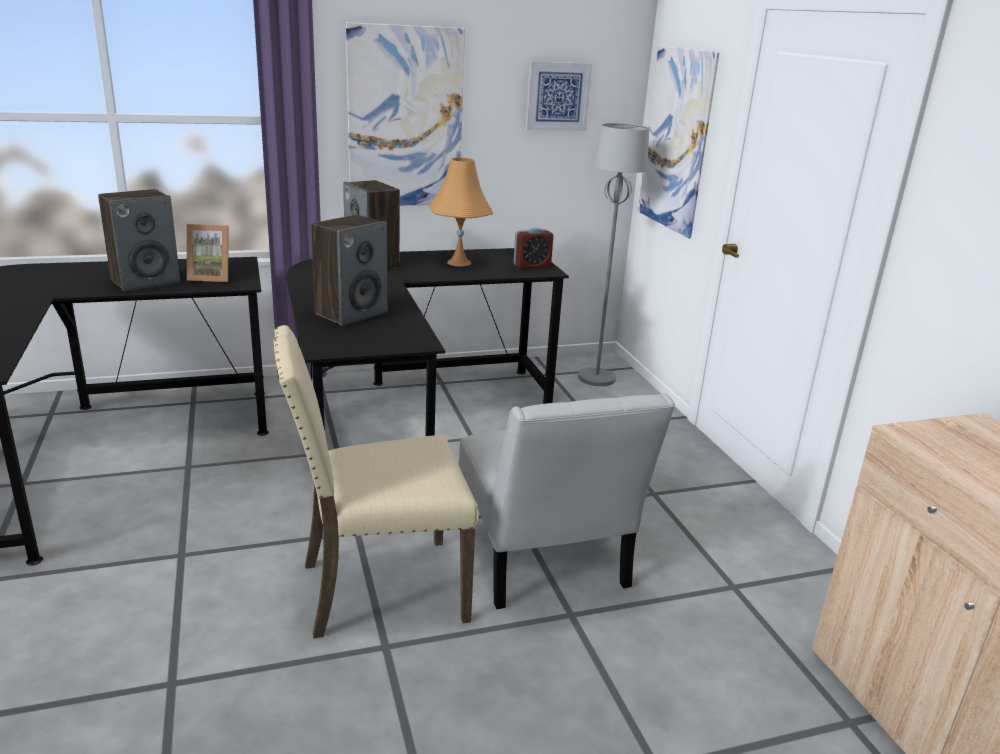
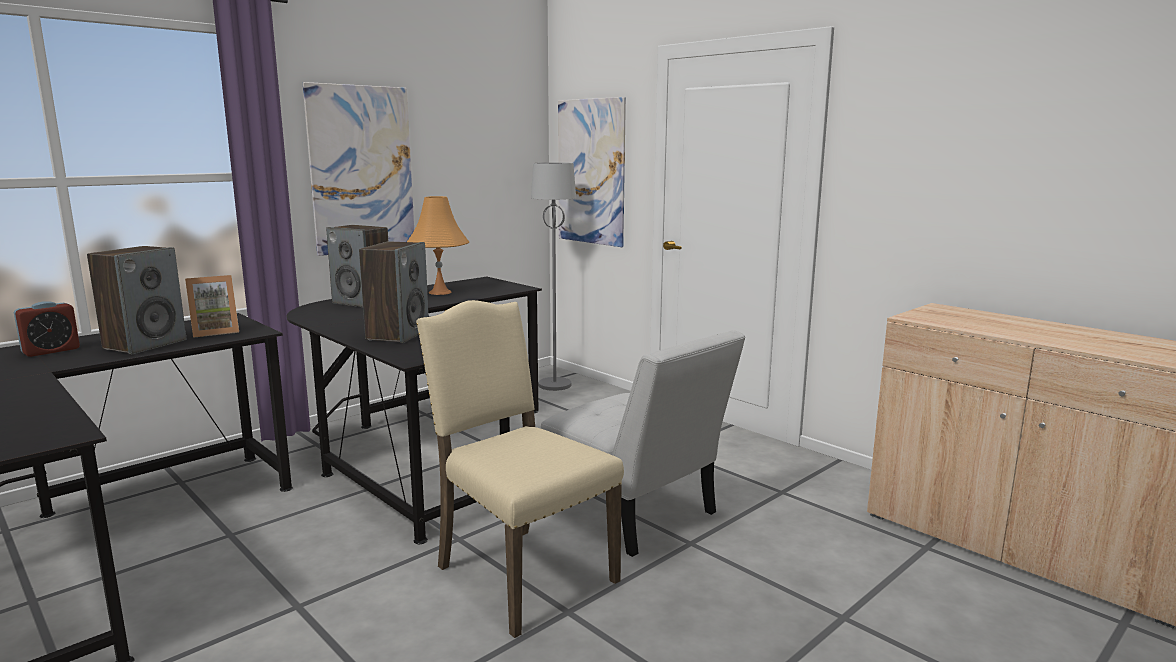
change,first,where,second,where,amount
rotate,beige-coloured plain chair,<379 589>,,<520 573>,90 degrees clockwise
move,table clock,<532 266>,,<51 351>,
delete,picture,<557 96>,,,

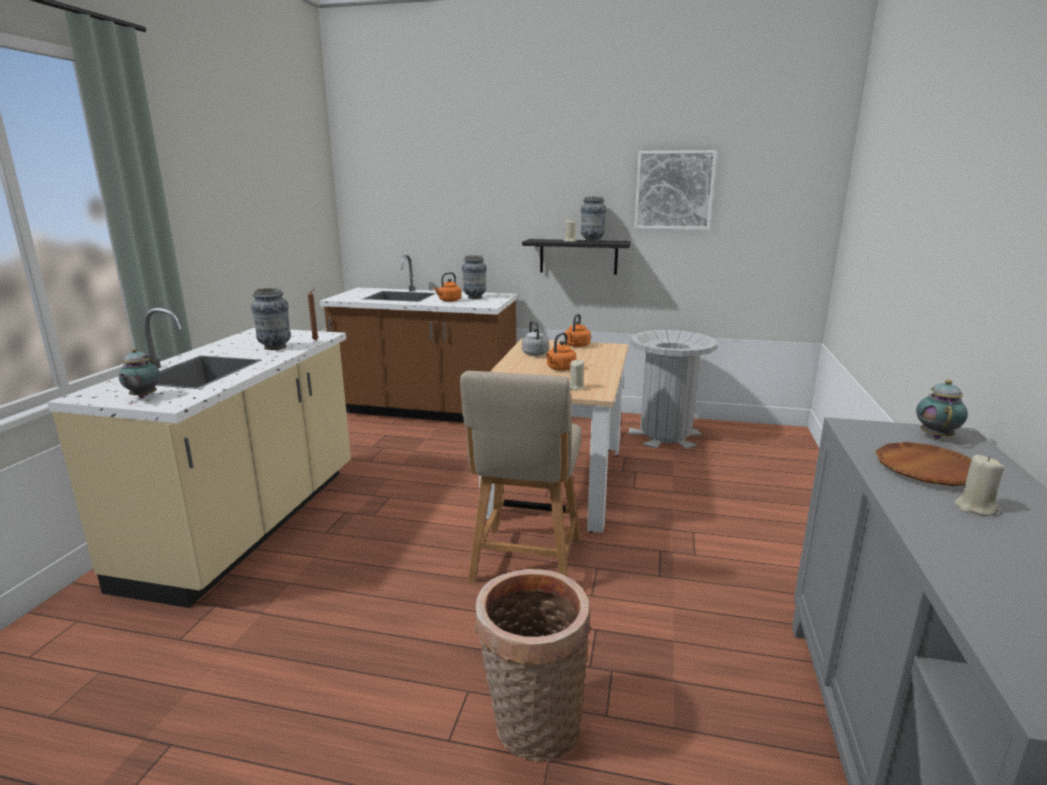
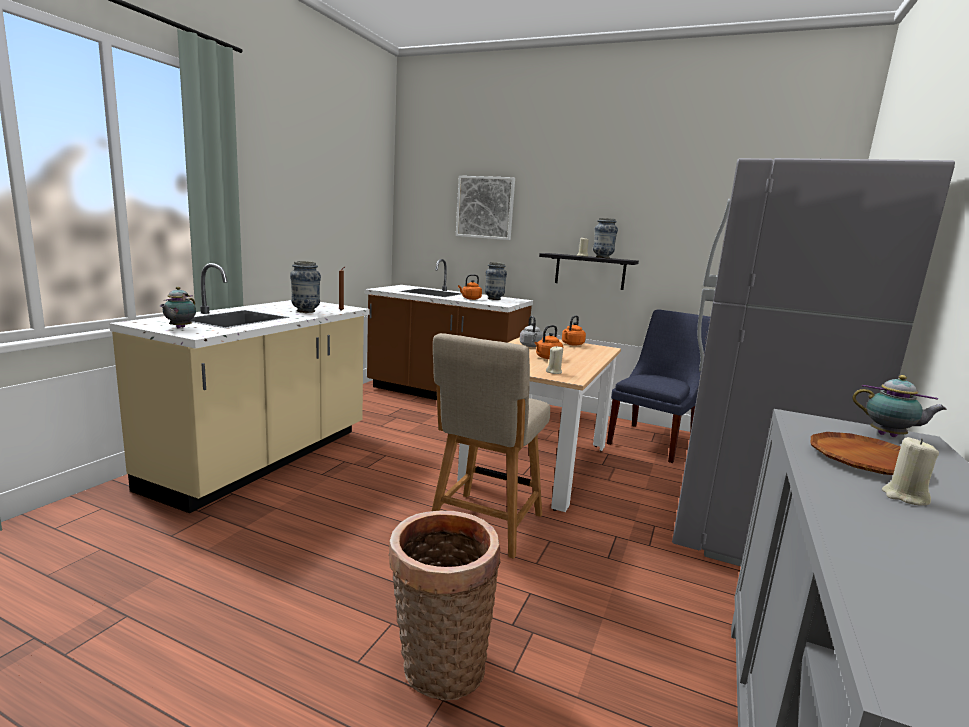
change,first,where,second,where,amount
replace,gray rubbish bin,<665 435>,blue-coloured plain chair,<653 441>,
move,picture,<674 190>,,<485 207>,
rotate,pot for tea,<935 436>,,<890 436>,90 degrees clockwise
insert,,,gray refrigerator,<747 530>,

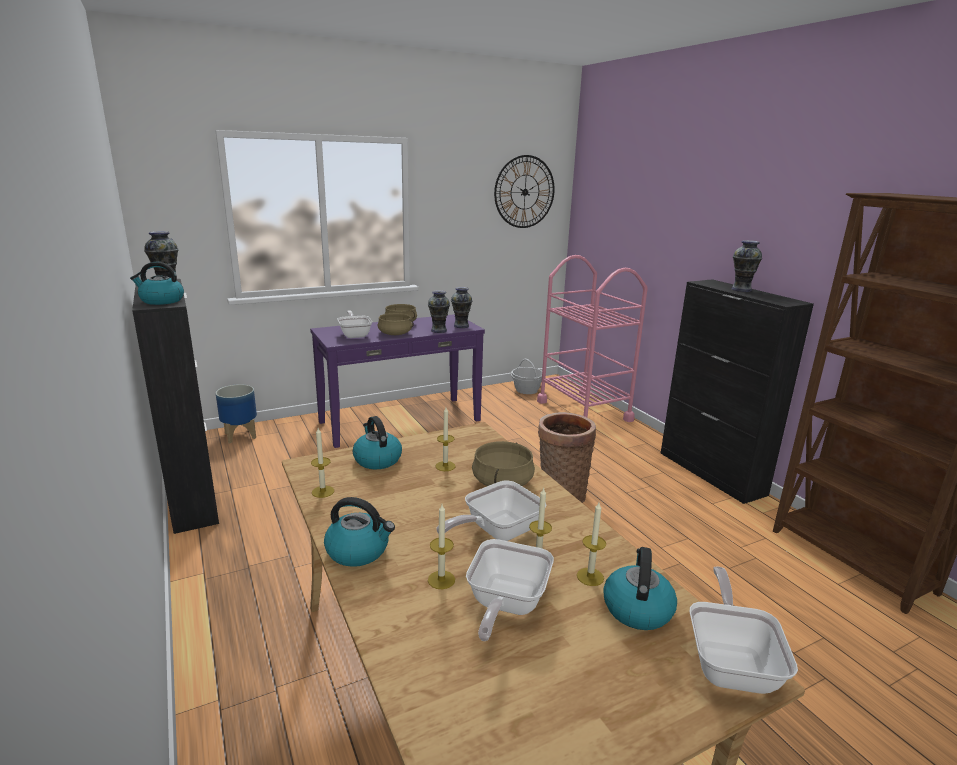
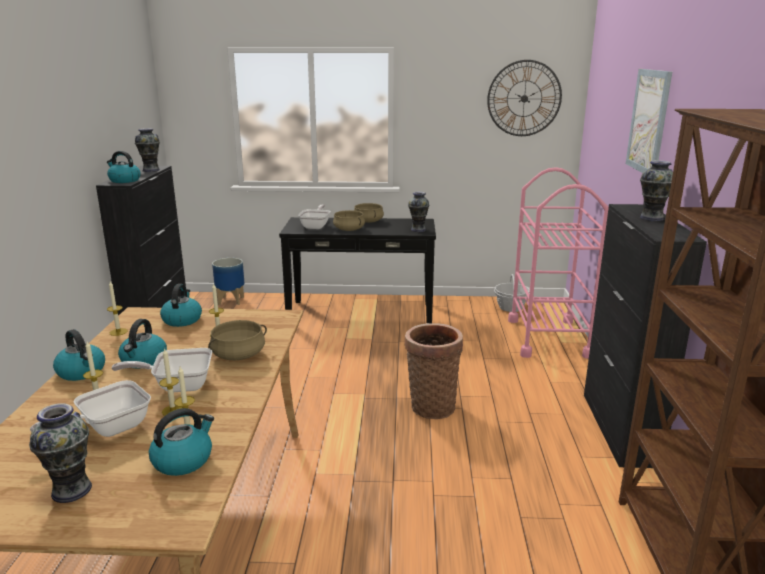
change,first,where,second,where,amount
recolor,purplish hall table,<400 421>,black hall table,<360 313>,
move,flower vase,<439 330>,,<72 490>,
delete,frying pan,<730 662>,,,
insert,,,water kettle,<144 360>,
insert,,,picture,<648 121>,

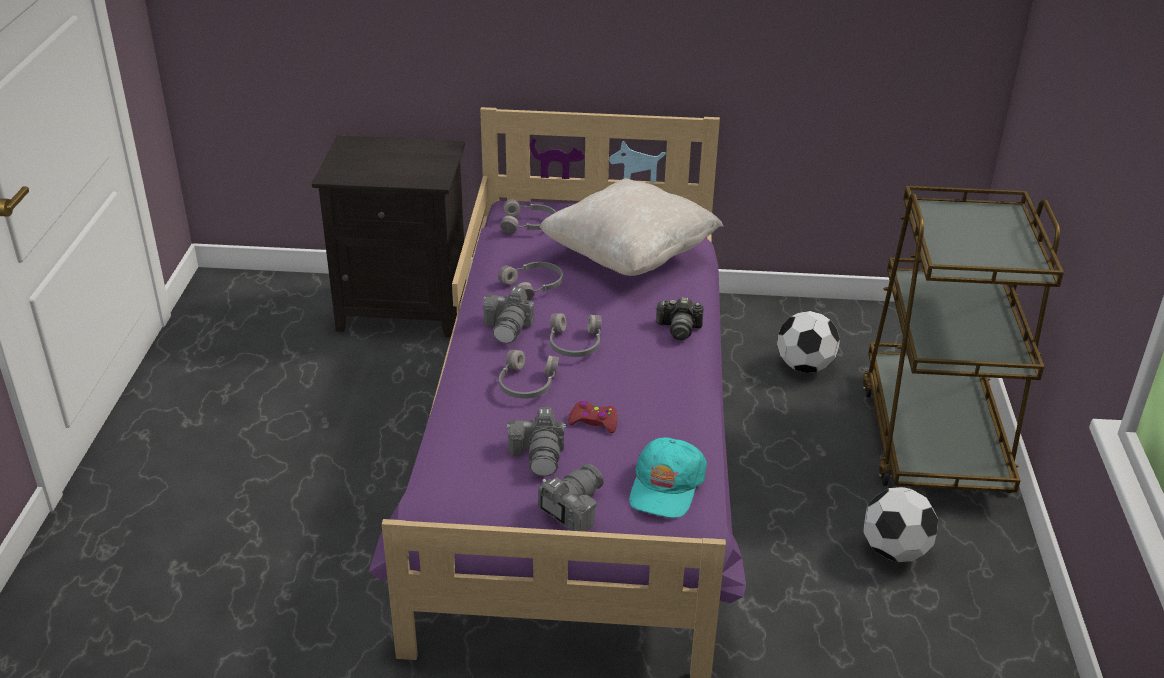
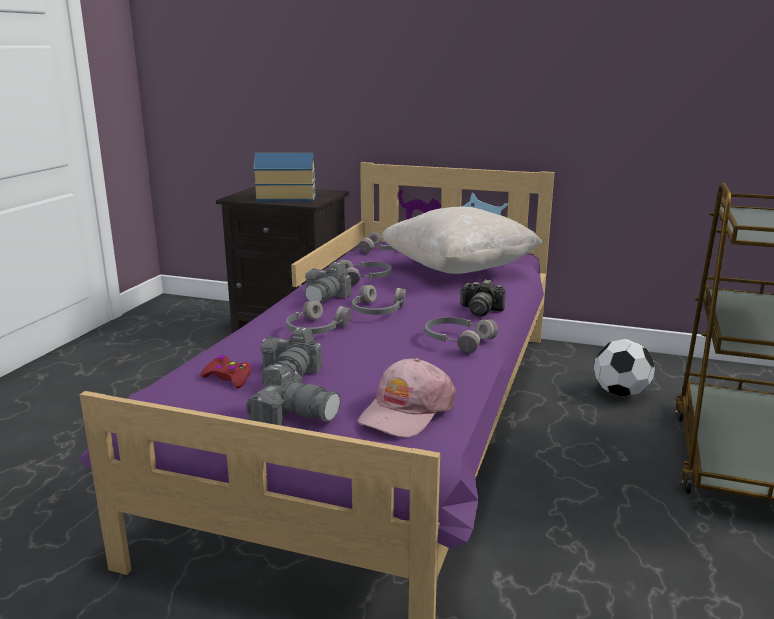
change,first,where,second,where,amount
rotate,still camera,<571 508>,,<293 416>,60 degrees clockwise
move,reddish game controller,<594 422>,,<228 378>,
recolor,blue-green baseball cap,<666 486>,pink baseball cap,<406 411>,
delete,ball for football,<894 550>,,,
insert,,,miniature house,<286 197>,
insert,,,gray headphones,<457 340>,

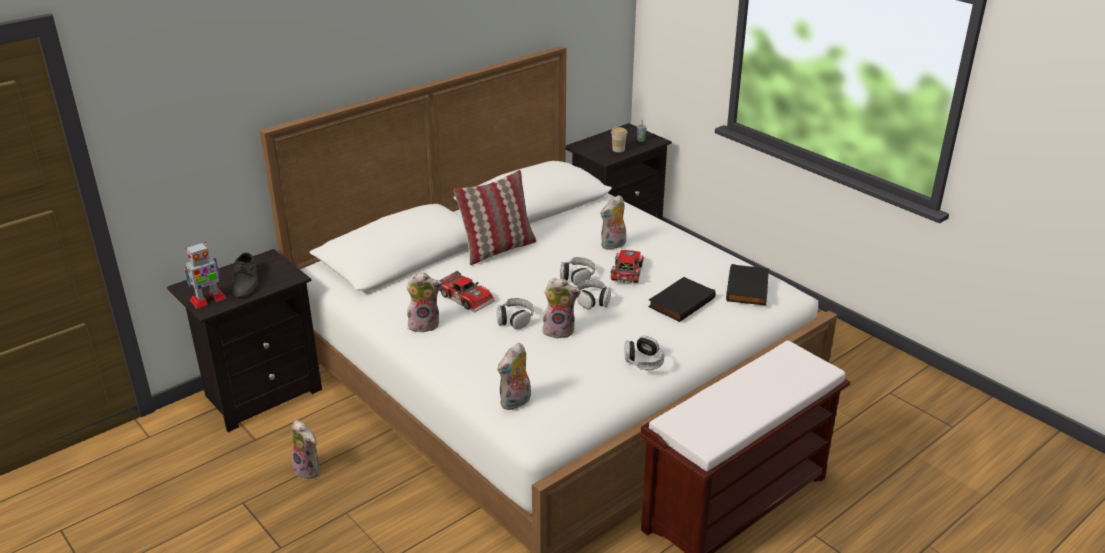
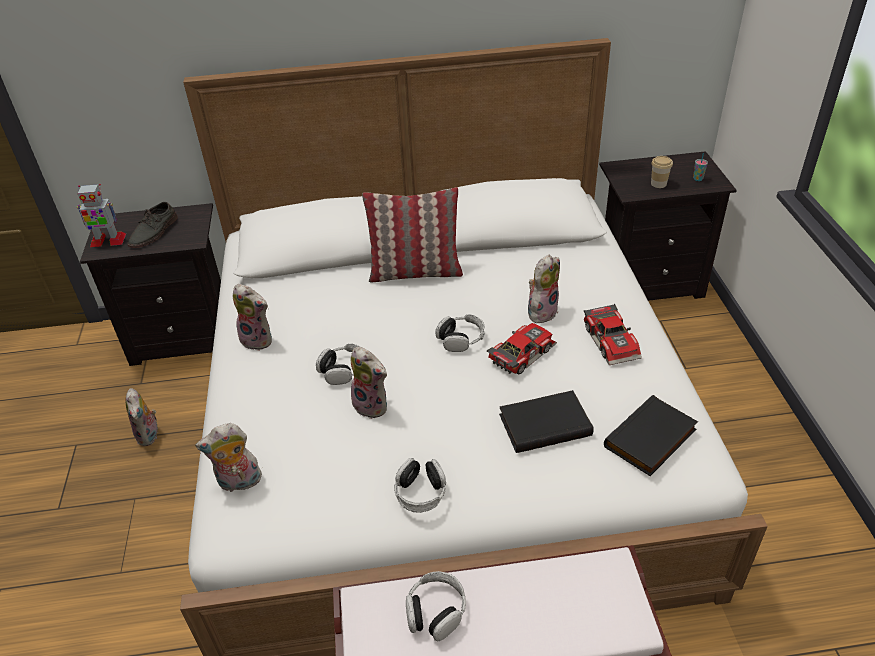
change,first,where,second,where,amount
move,model car,<467 297>,,<612 341>,
move,headphones,<593 300>,,<435 611>,
rotate,soft toy,<613 245>,,<541 311>,135 degrees clockwise

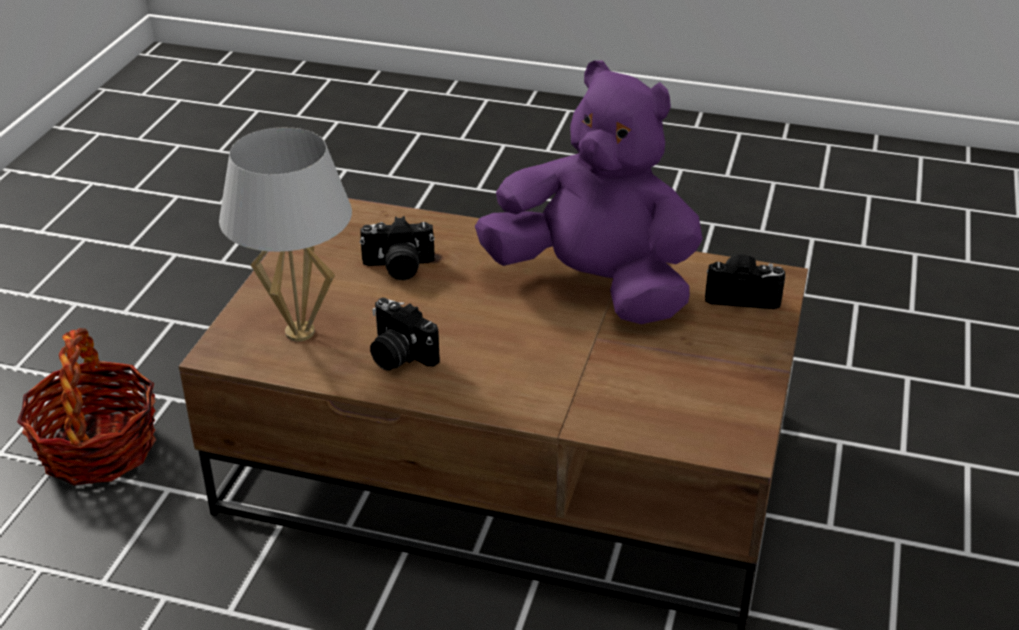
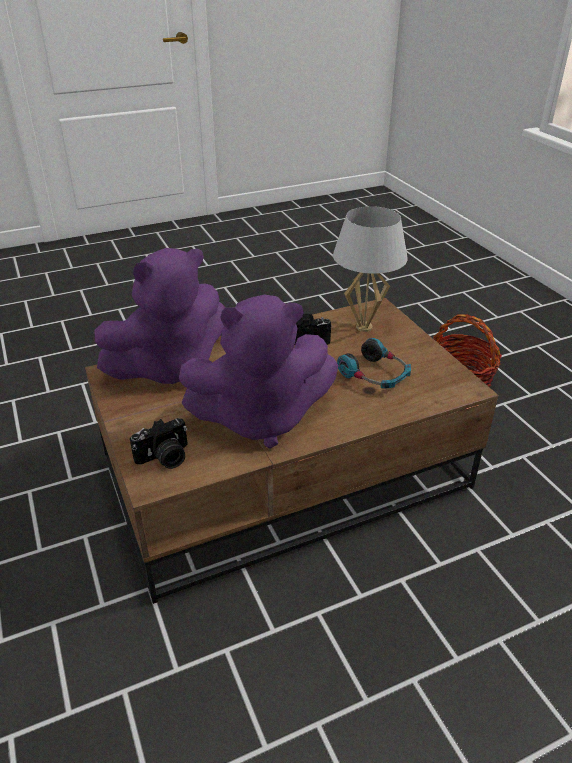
change,first,where,second,where,amount
replace,still camera,<398 268>,headphones,<375 375>,
insert,,,purplish soft toy,<170 367>,

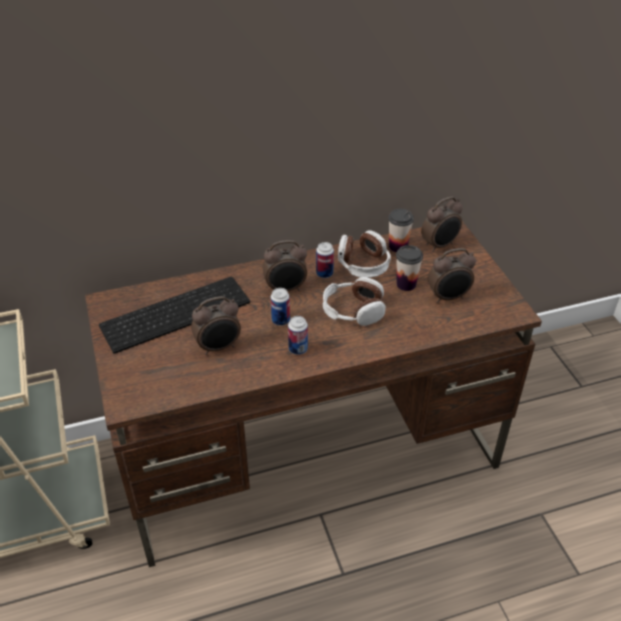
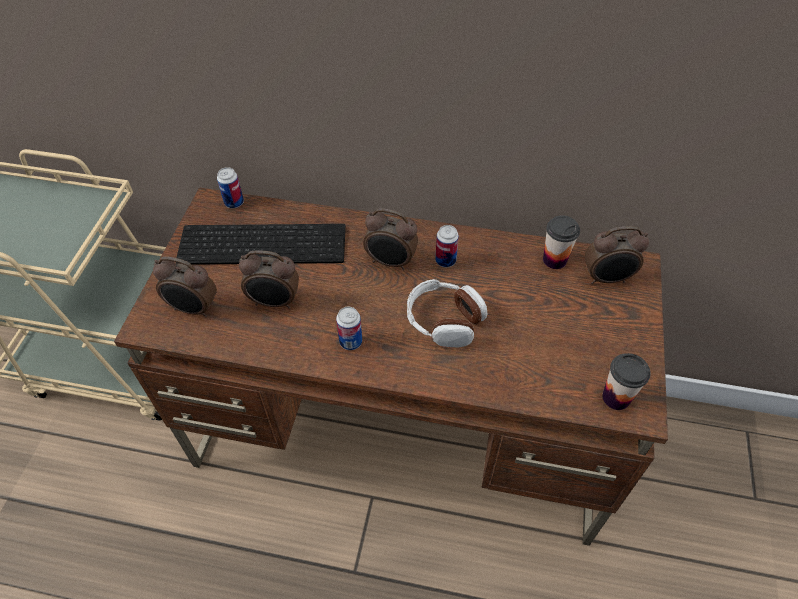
change,first,where,second,where,amount
move,sealed can,<280 320>,,<234 203>,
delete,headphones,<363 264>,,,
move,small cup,<406 284>,,<616 397>,
move,table clock,<448 297>,,<194 309>,

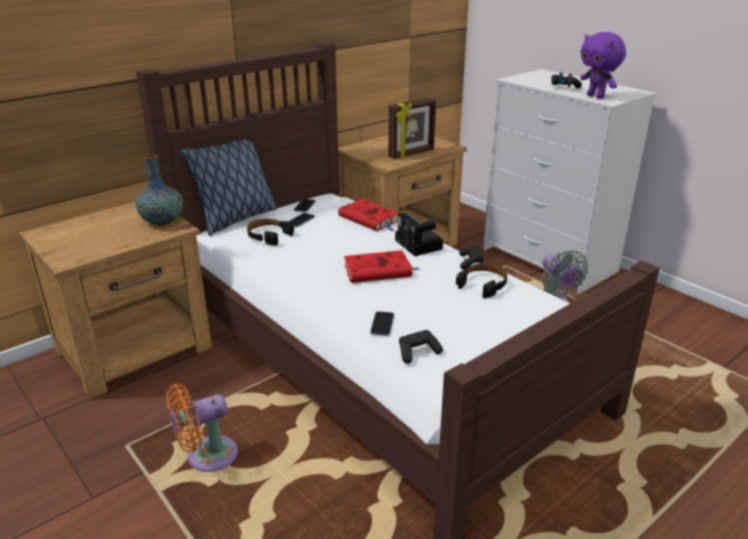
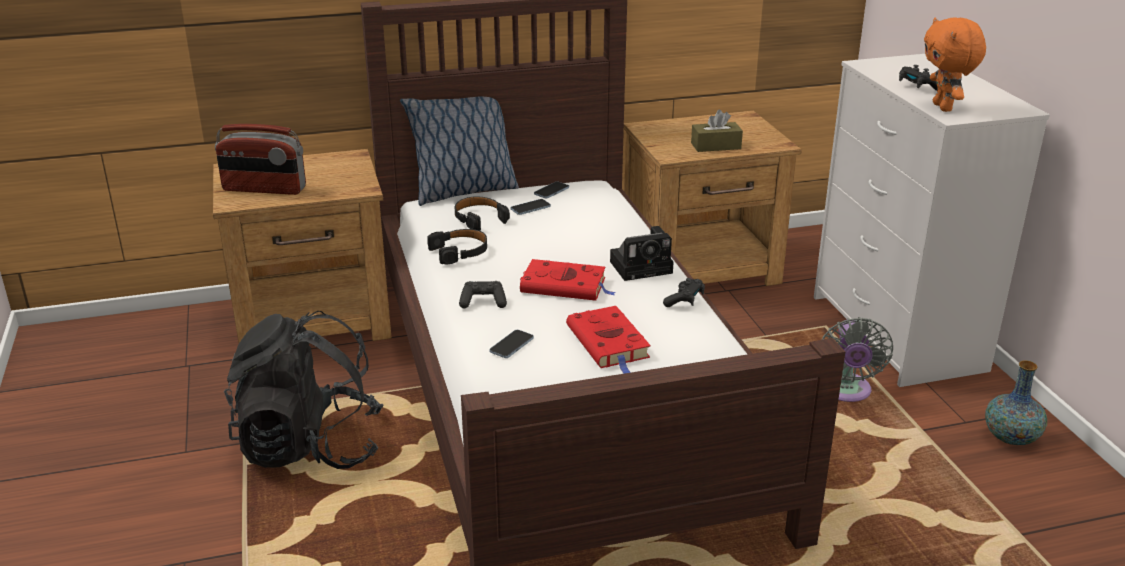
change,first,where,second,where,amount
move,flower vase,<162 221>,,<1010 437>,
replace,orangey fan,<207 457>,black knapsack,<310 447>,
move,reddish book,<370 219>,,<609 344>,
replace,standing frame,<412 154>,brown-coloured tissue holder,<715 146>,
rotate,still camera,<420 245>,,<643 266>,105 degrees counterclockwise
move,black game controller,<417 352>,,<483 302>,
move,black headphones,<483 284>,,<460 252>,
recolor,purplish soft toy,<596 96>,orangey soft toy,<944 107>,
insert,,,radio set,<264 189>,

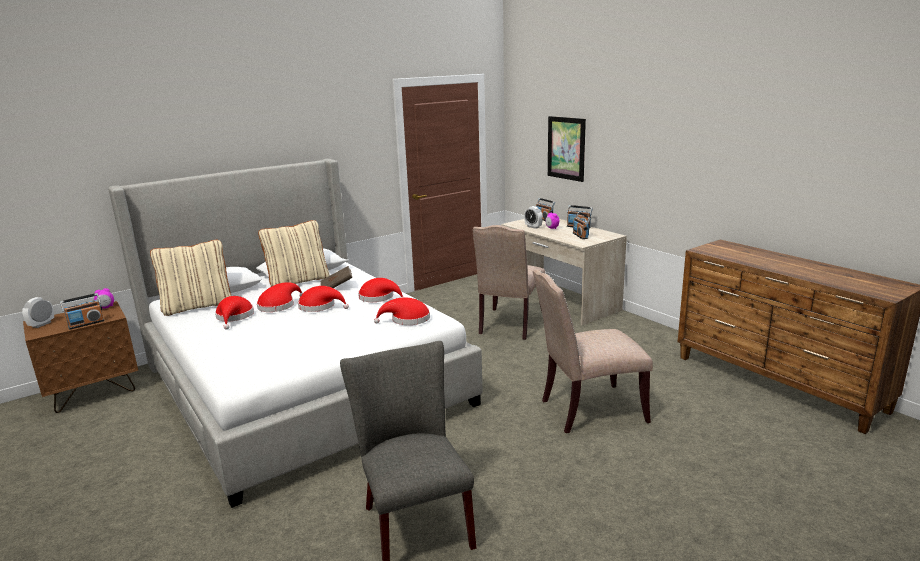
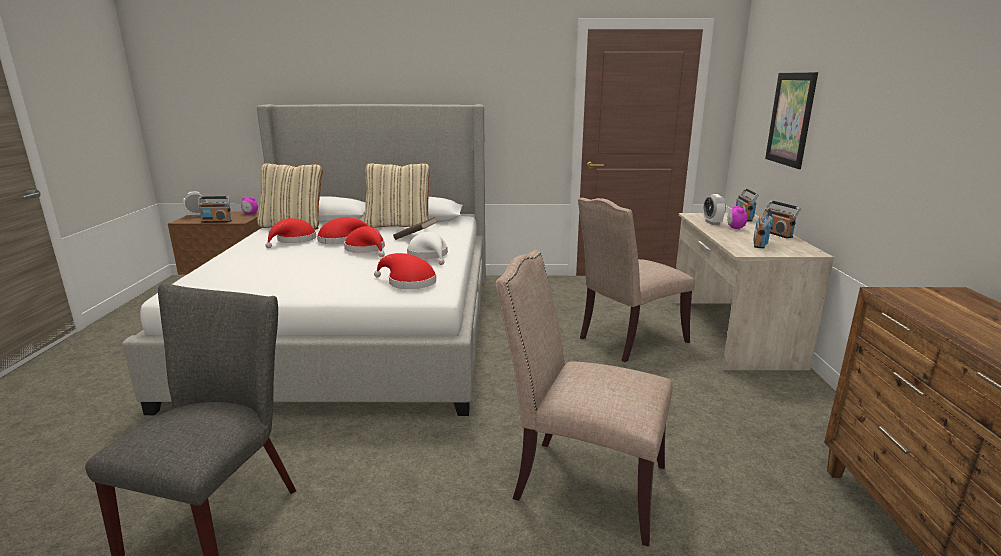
change,first,where,second,where,amount
recolor,reddish wearable hat,<379 297>,white wearable hat,<429 255>,

